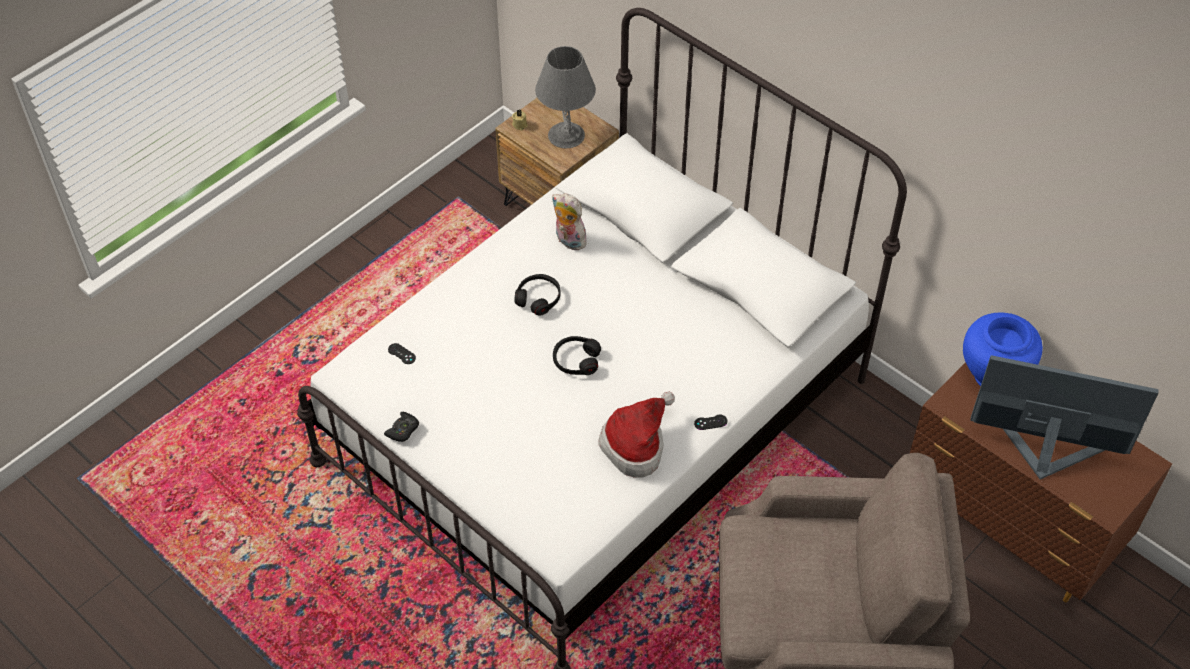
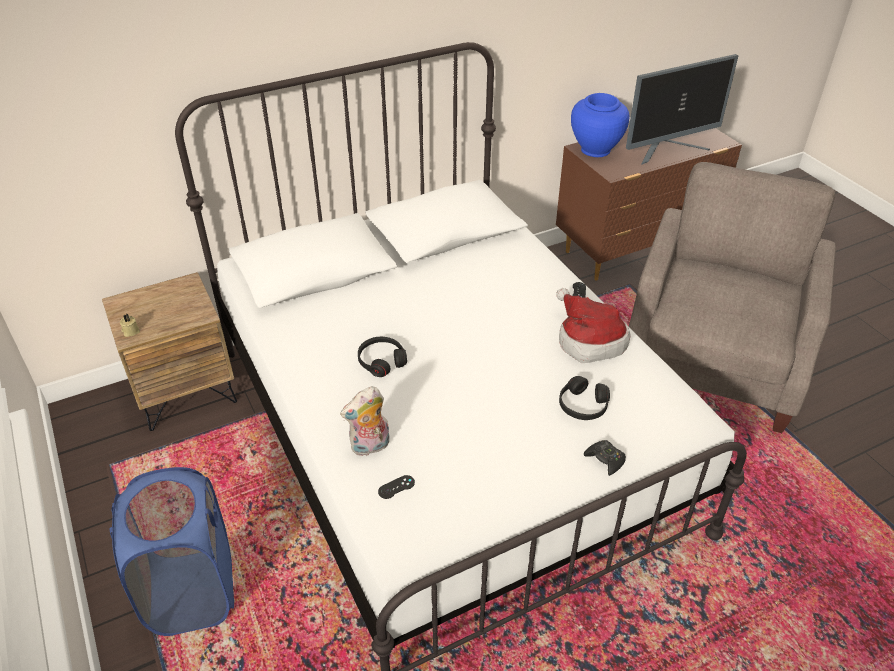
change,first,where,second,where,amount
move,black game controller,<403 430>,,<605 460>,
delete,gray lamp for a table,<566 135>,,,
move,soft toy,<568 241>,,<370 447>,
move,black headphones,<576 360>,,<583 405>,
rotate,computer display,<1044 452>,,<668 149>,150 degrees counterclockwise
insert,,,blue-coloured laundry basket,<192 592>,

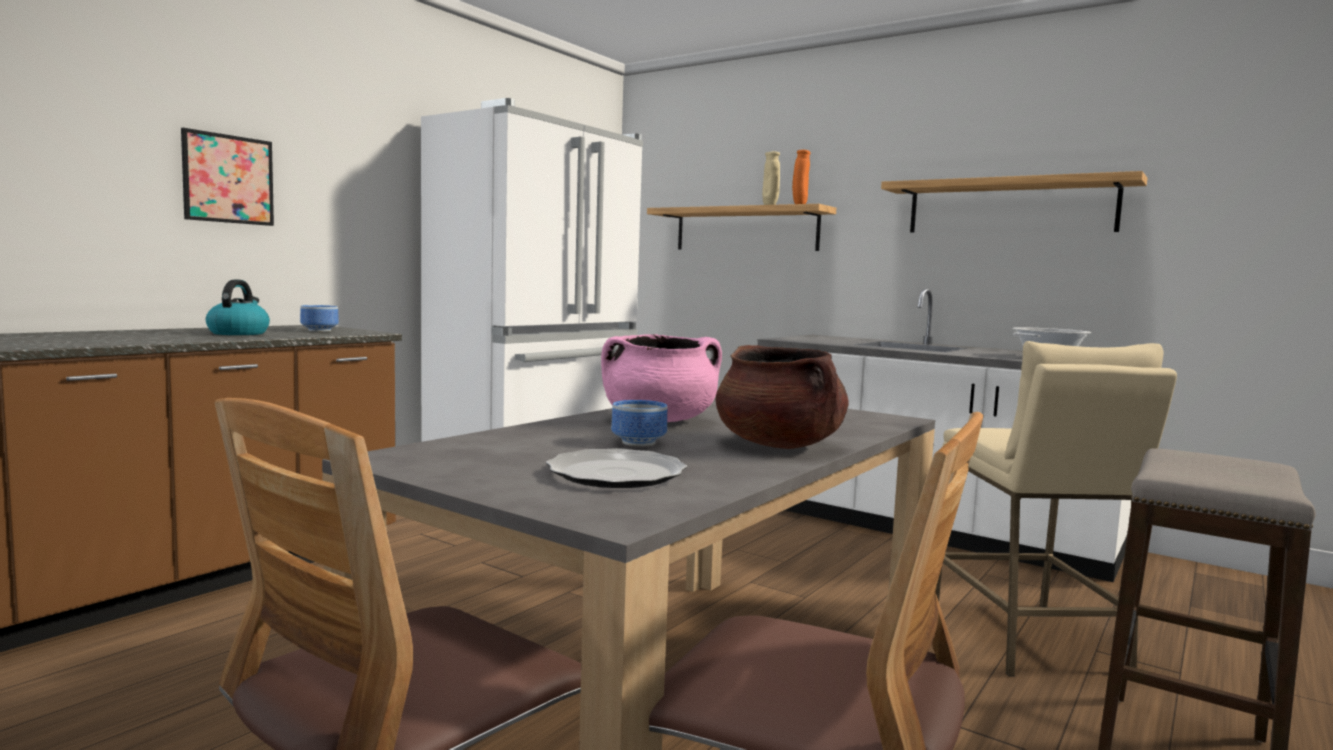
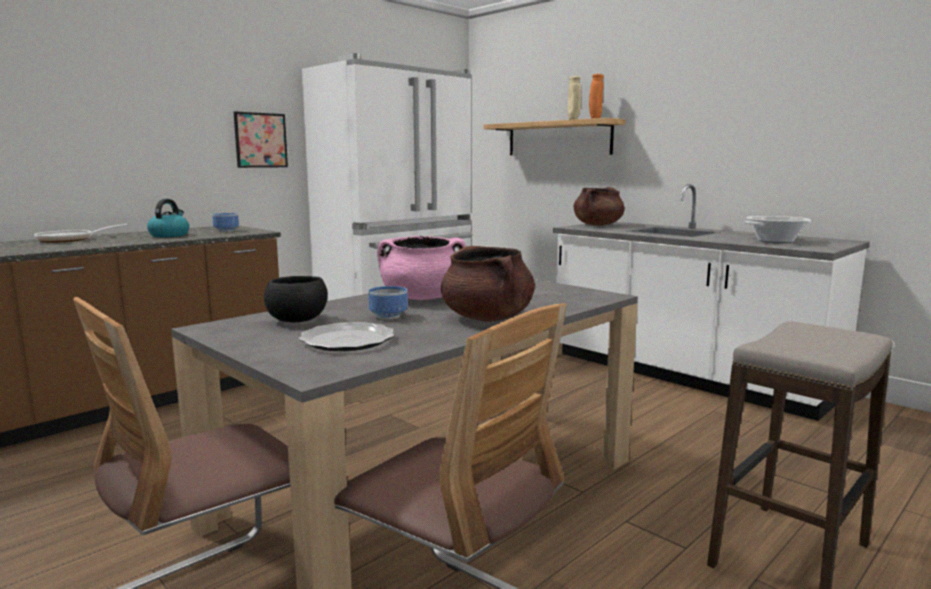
change,first,where,second,where,amount
move,picture,<228 179>,,<261 140>,
delete,shelf,<1009 207>,,,
delete,beige-coloured sitting stool,<1027 638>,,,
insert,,,frying pan,<70 240>,
insert,,,black serving bowl,<297 320>,
insert,,,brown-coloured cooking pot,<598 225>,

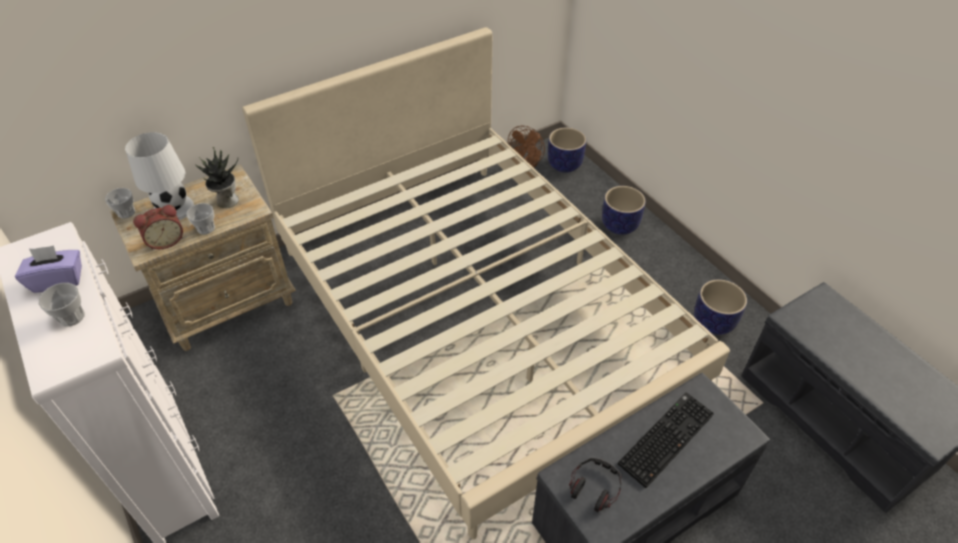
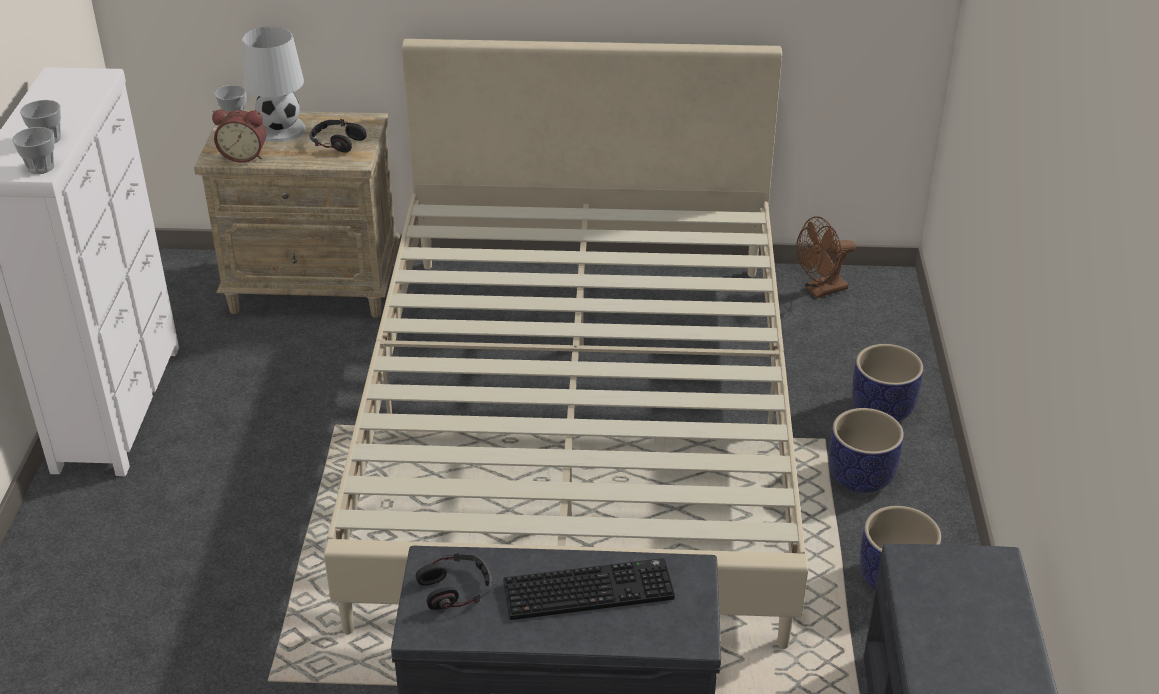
change,first,where,second,where,amount
delete,purplish tissue holder,<58 280>,,,
move,small cup,<206 228>,,<40 167>,
replace,plant in a pot,<226 201>,headphones,<337 142>,
move,planter,<565 164>,,<861 477>,

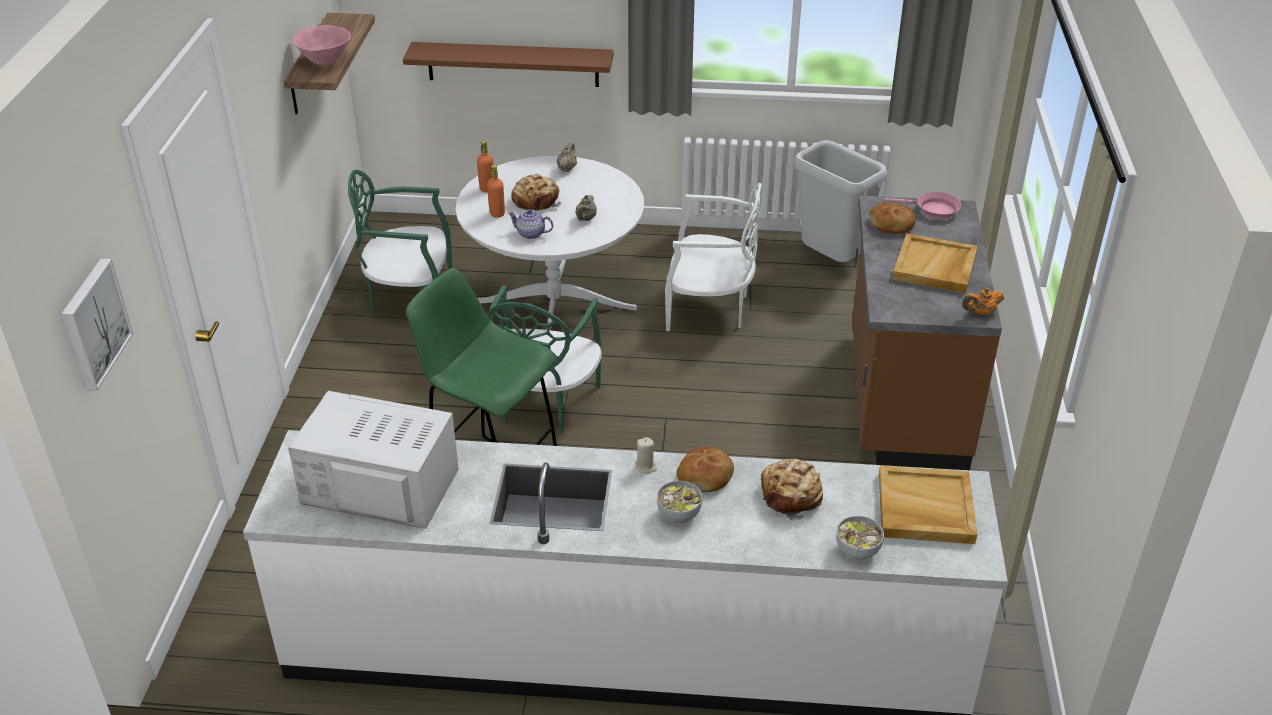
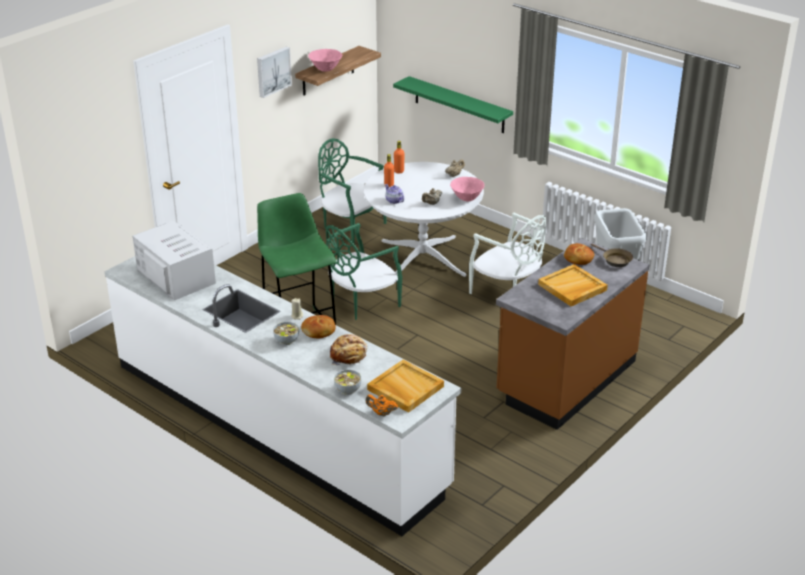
change,first,where,second,where,amount
move,picture,<93 323>,,<273 71>,
recolor,brown-coloured shelf,<513 64>,green shelf,<459 105>,
delete,baked bread,<536 200>,,,
recolor,pink frying pan,<933 210>,brown-coloured frying pan,<615 260>,
move,orangey pot for tea,<981 313>,,<381 413>,
insert,,,pink serving bowl,<466 199>,

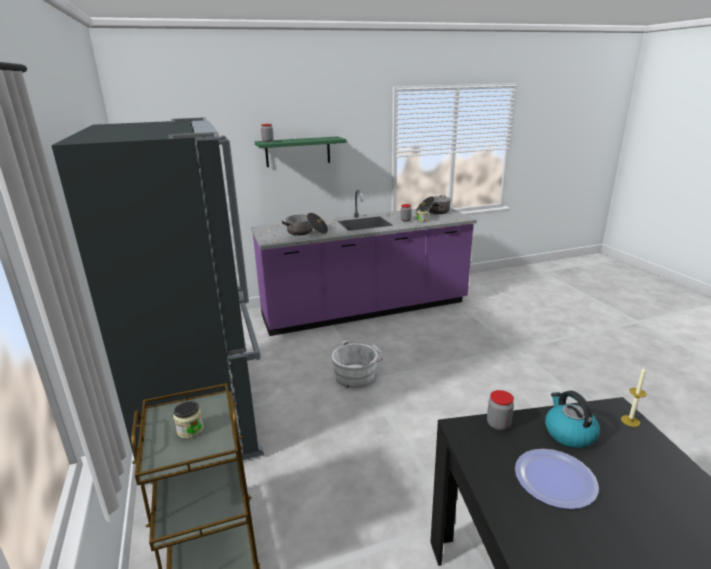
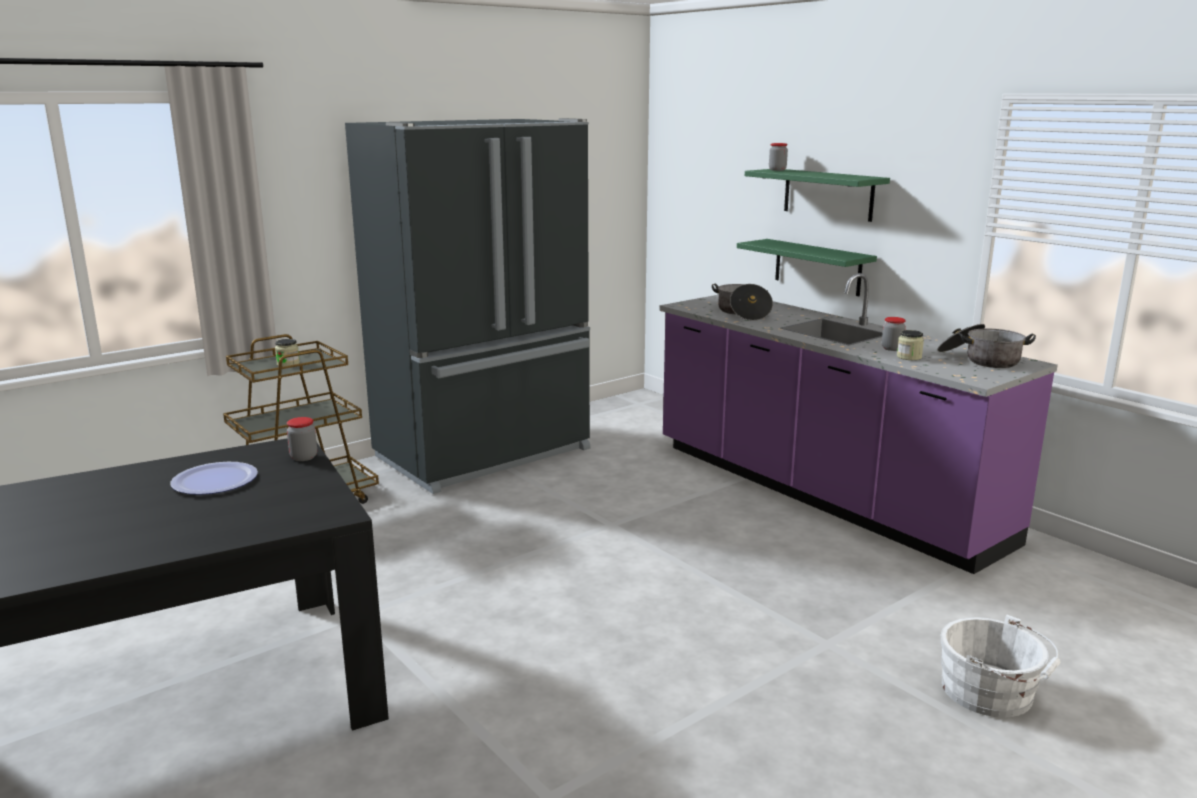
change,first,where,second,where,amount
move,white pail,<357 375>,,<992 693>,
delete,water kettle,<568 433>,,,
delete,wax candle,<630 421>,,,
insert,,,green shelf,<817 267>,

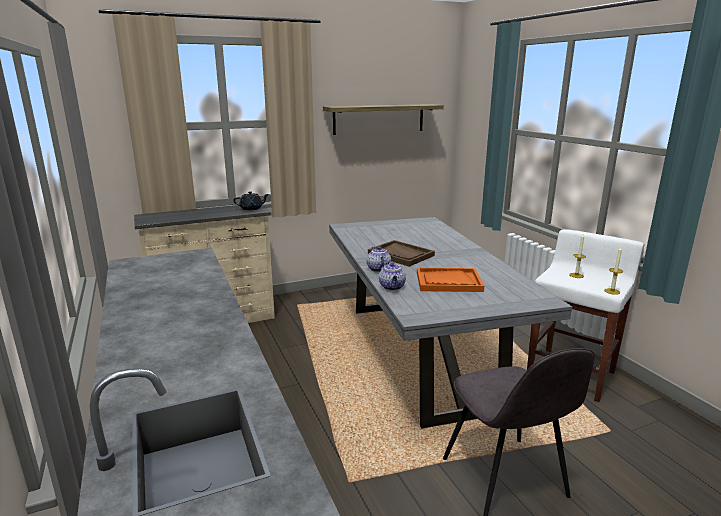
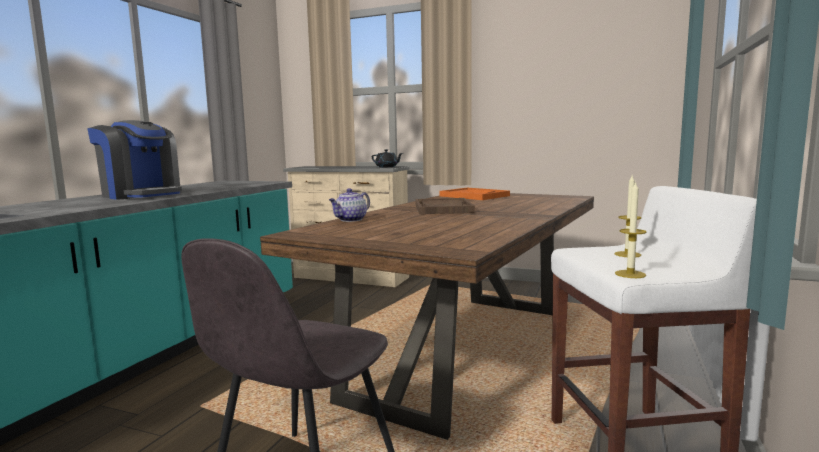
change,first,where,second,where,amount
delete,shelf,<379 119>,,,
recolor,gray dining table,<420 355>,brown-coloured dining table,<463 352>,
delete,pot for tea,<378 269>,,,
move,orangey carrying tray,<448 282>,,<474 196>,
insert,,,coffee maker,<142 195>,

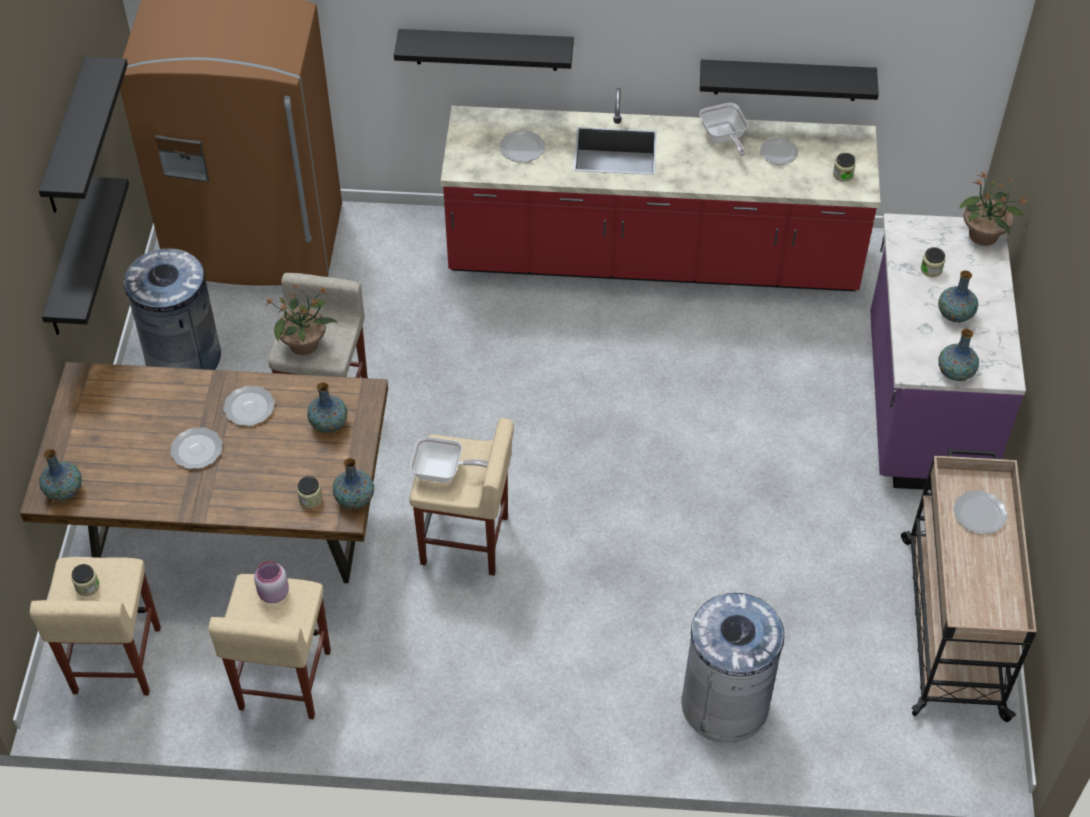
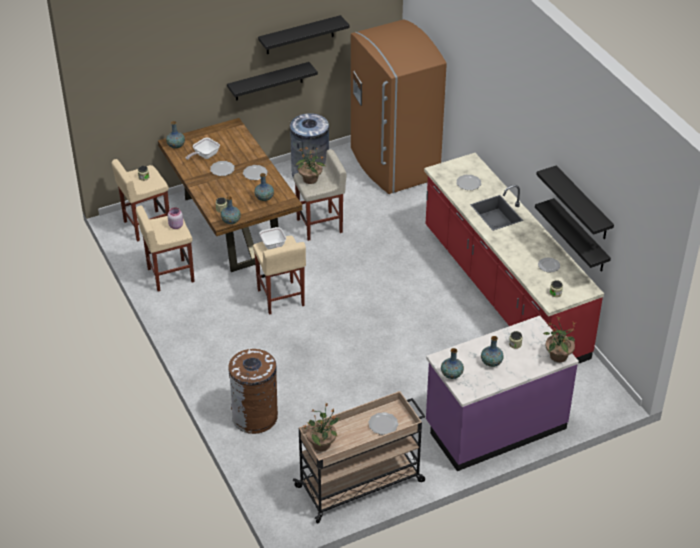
change,first,where,second,where,amount
move,black shelf,<486 49>,,<583 204>,
recolor,gray rubbish bin,<725 704>,brown-coloured rubbish bin,<255 416>,
move,frying pan,<723 138>,,<204 156>,
insert,,,plant in a pot,<322 444>,

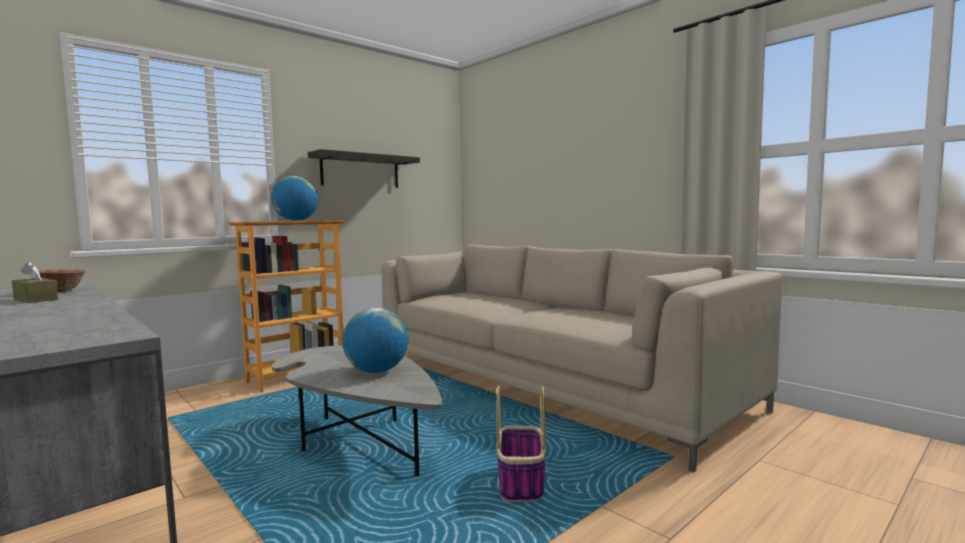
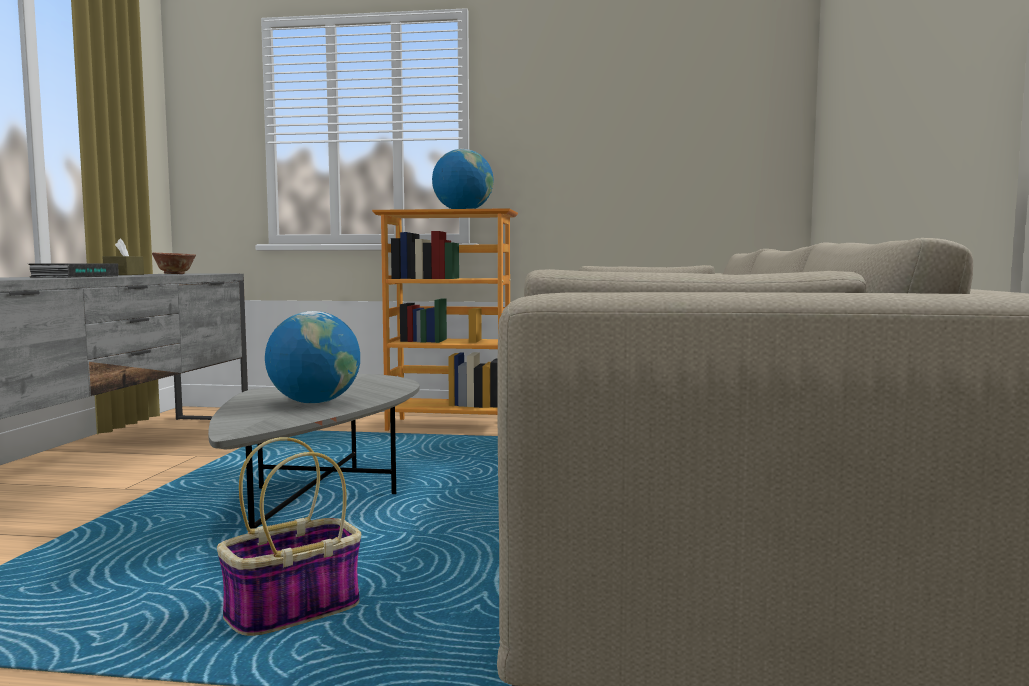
change,first,where,second,where,amount
delete,shelf,<360 171>,,,
insert,,,book,<75 276>,

